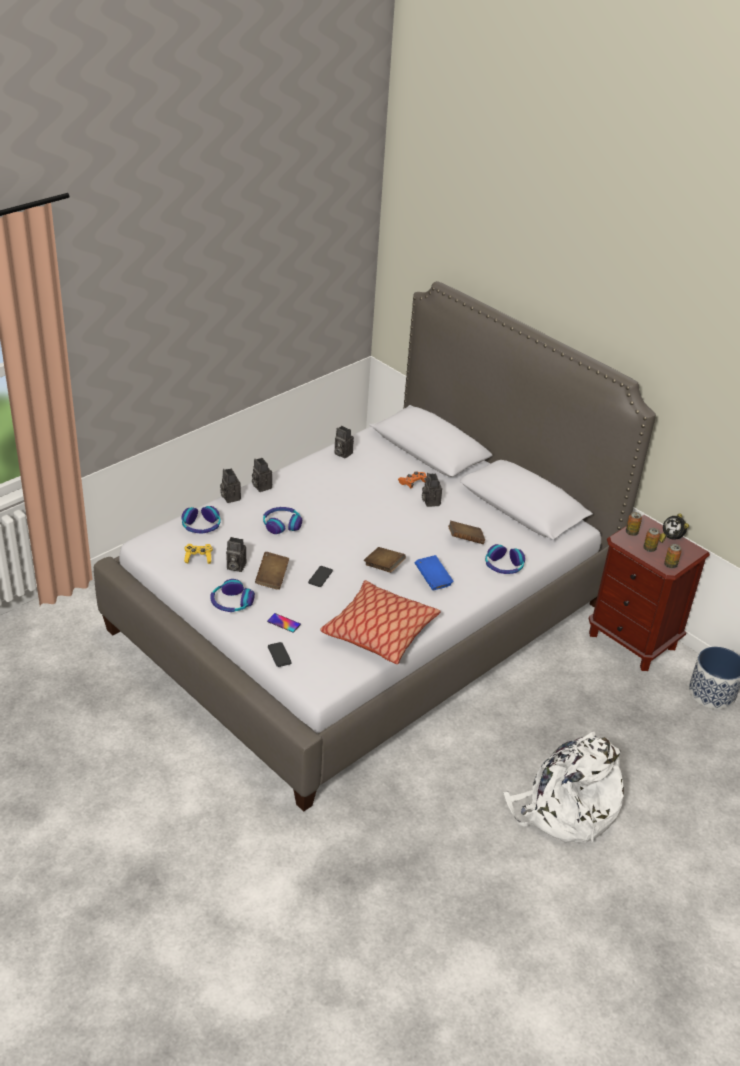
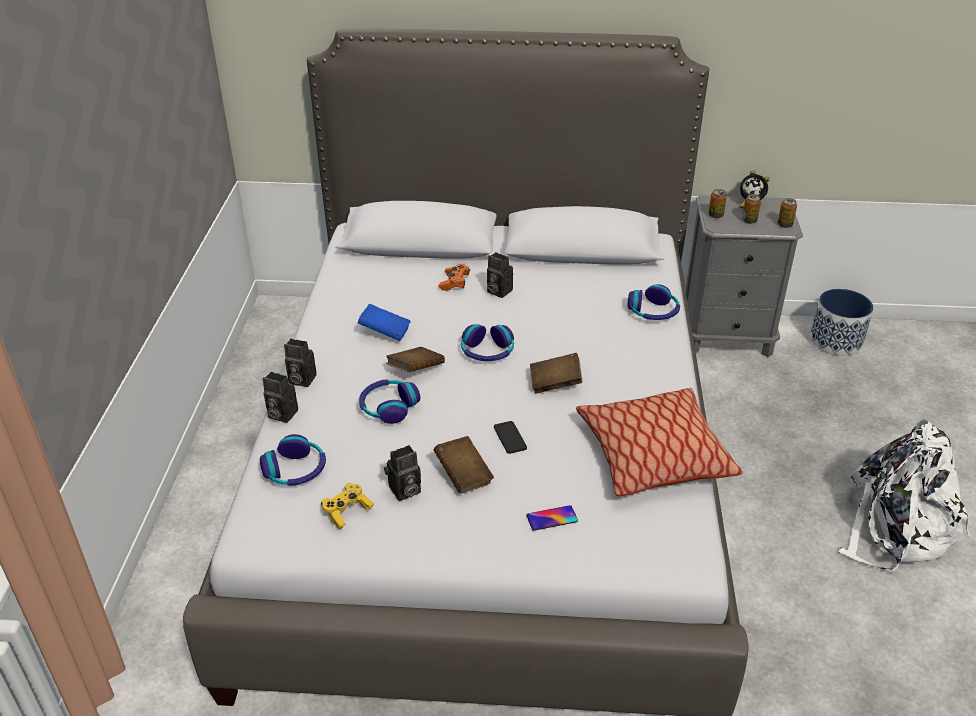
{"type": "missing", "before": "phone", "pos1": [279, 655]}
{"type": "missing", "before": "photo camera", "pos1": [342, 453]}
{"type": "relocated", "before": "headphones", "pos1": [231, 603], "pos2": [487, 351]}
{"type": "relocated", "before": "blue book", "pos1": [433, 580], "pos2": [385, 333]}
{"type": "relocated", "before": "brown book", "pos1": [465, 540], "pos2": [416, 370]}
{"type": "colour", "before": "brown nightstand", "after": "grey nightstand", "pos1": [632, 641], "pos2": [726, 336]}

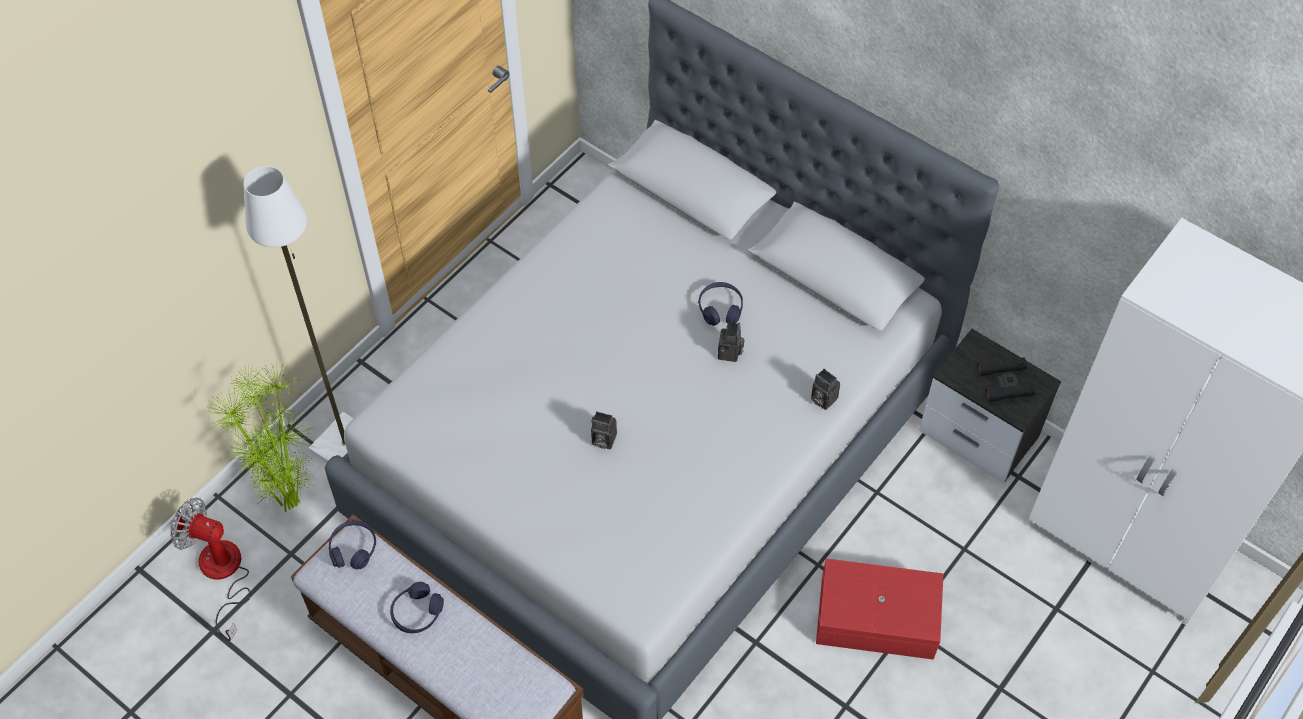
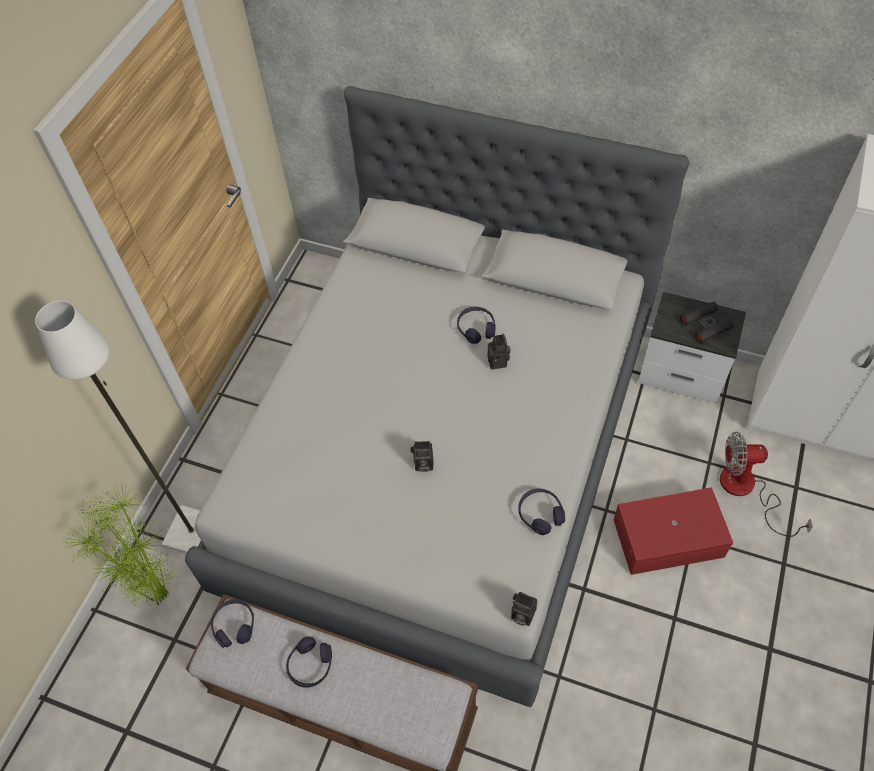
{"type": "appeared", "after": "purple headphones", "pos2": [540, 514]}
{"type": "relocated", "before": "fan", "pos1": [222, 575], "pos2": [746, 490]}
{"type": "relocated", "before": "photo camera", "pos1": [822, 399], "pos2": [521, 614]}

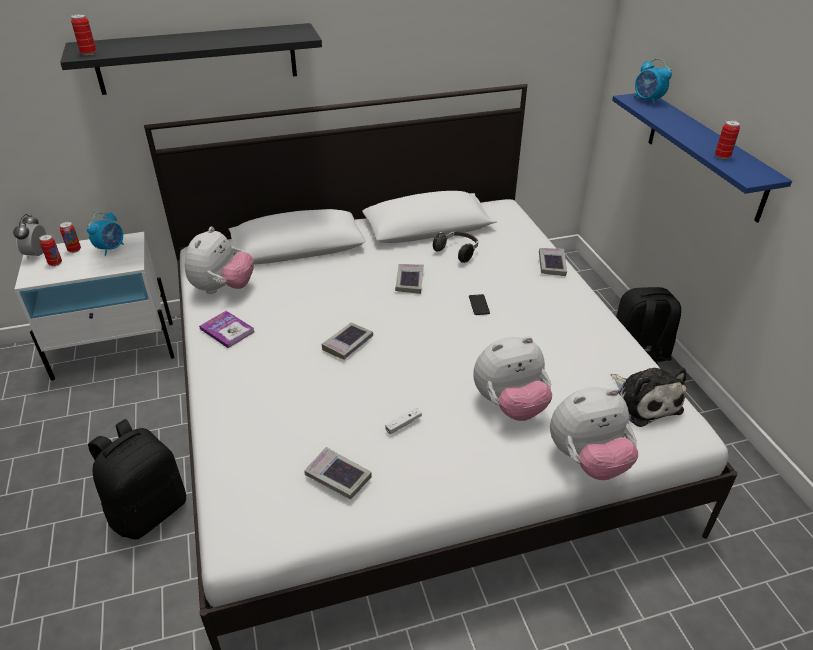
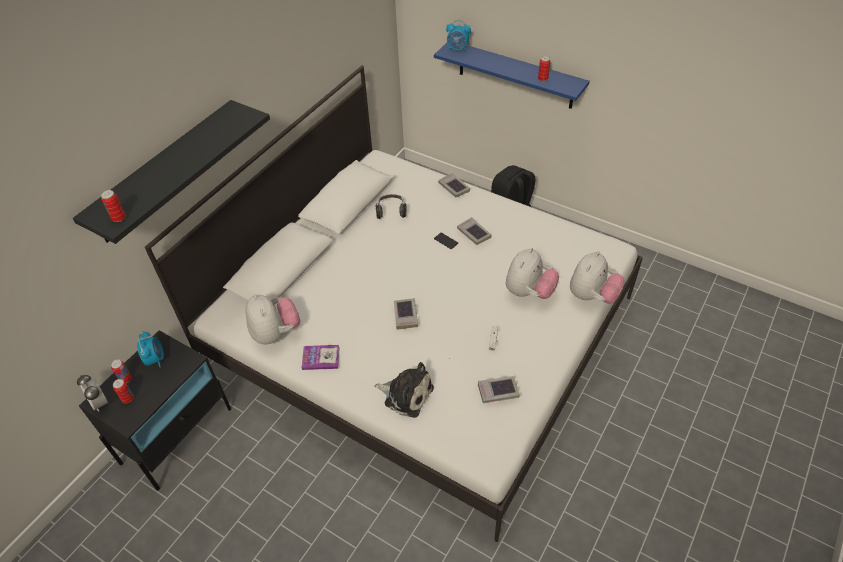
{"type": "missing", "before": "black backpack", "pos1": [149, 510]}
{"type": "relocated", "before": "book", "pos1": [409, 281], "pos2": [473, 233]}
{"type": "relocated", "before": "plush toy", "pos1": [643, 401], "pos2": [406, 394]}
{"type": "colour", "before": "white nightstand", "after": "black nightstand", "pos1": [115, 350], "pos2": [177, 435]}

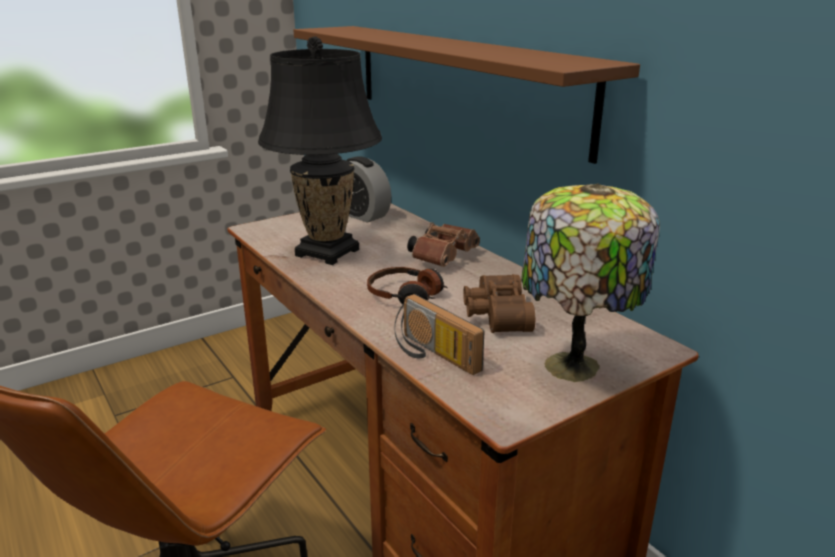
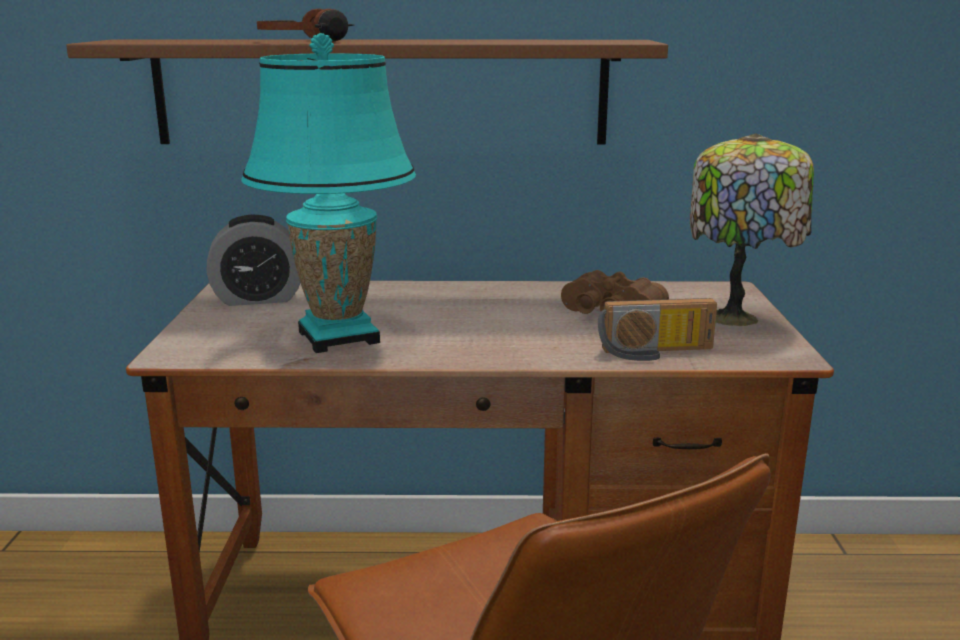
{"type": "missing", "before": "brown binoculars", "pos1": [444, 257]}
{"type": "relocated", "before": "headphones", "pos1": [406, 296], "pos2": [305, 41]}
{"type": "colour", "before": "black table lamp", "after": "turquoise table lamp", "pos1": [326, 252], "pos2": [338, 337]}

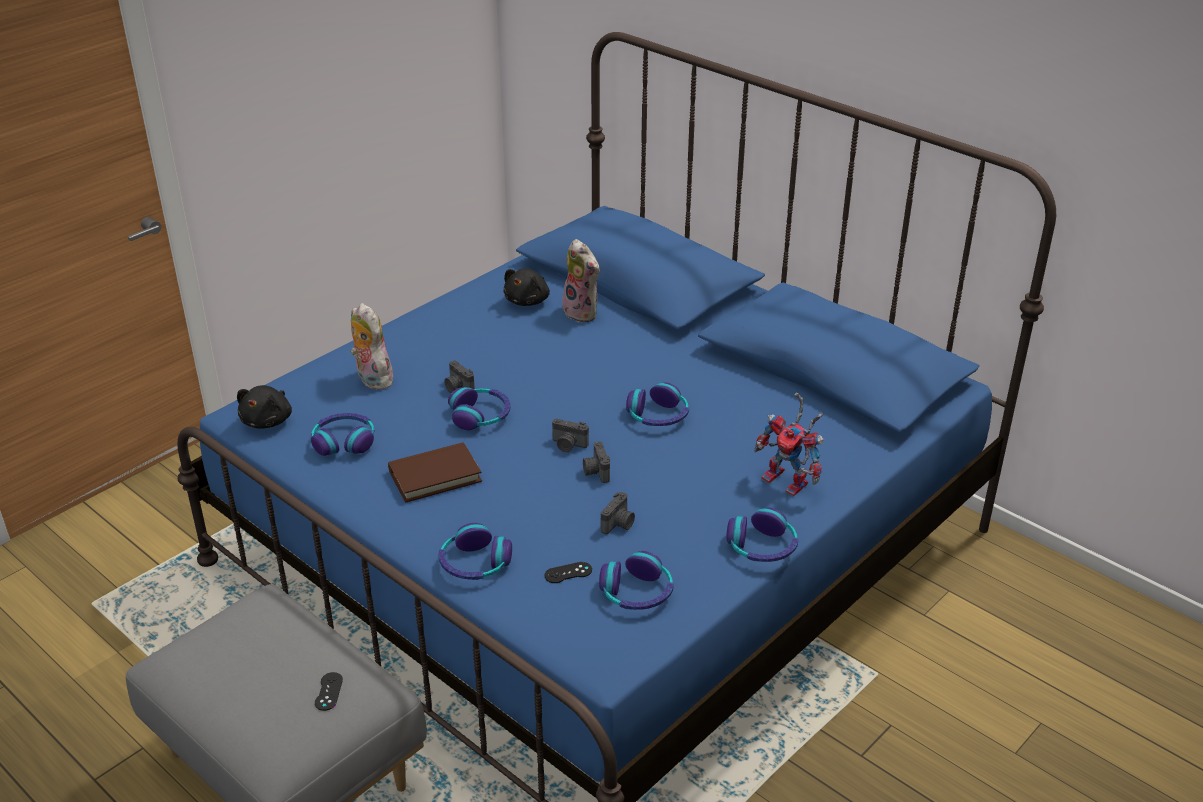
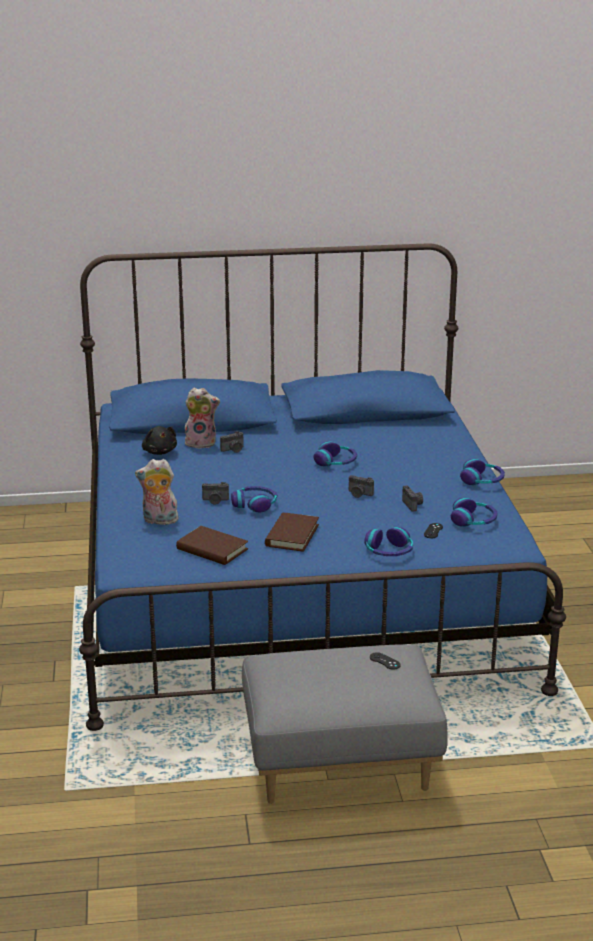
{"type": "missing", "before": "black plush toy", "pos1": [268, 420]}
{"type": "missing", "before": "toy robot", "pos1": [790, 482]}
{"type": "relocated", "before": "photo camera", "pos1": [568, 445], "pos2": [233, 450]}
{"type": "exchanged", "before": "headphones", "after": "brown book", "pos1": [344, 441], "pos2": [212, 549]}

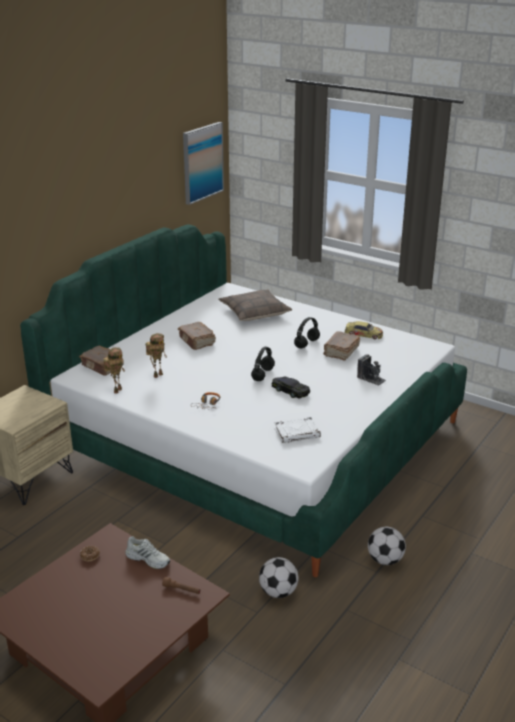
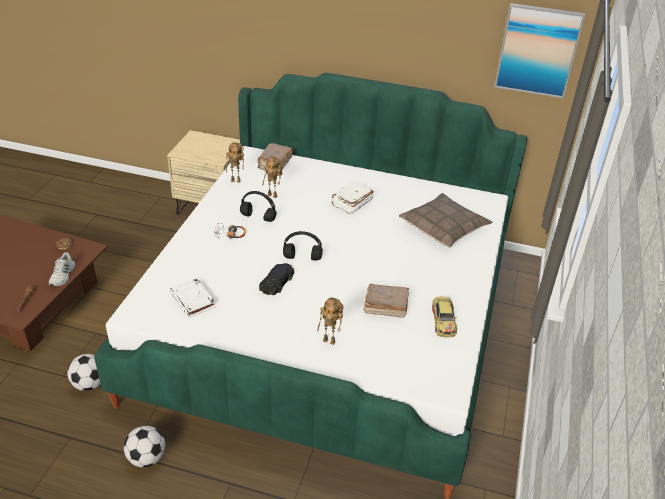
{"type": "relocated", "before": "black headphones", "pos1": [307, 344], "pos2": [257, 217]}
{"type": "exchanged", "before": "photo camera", "after": "toy robot", "pos1": [371, 379], "pos2": [330, 341]}
{"type": "colour", "before": "brown book", "after": "white book", "pos1": [197, 341], "pos2": [351, 203]}

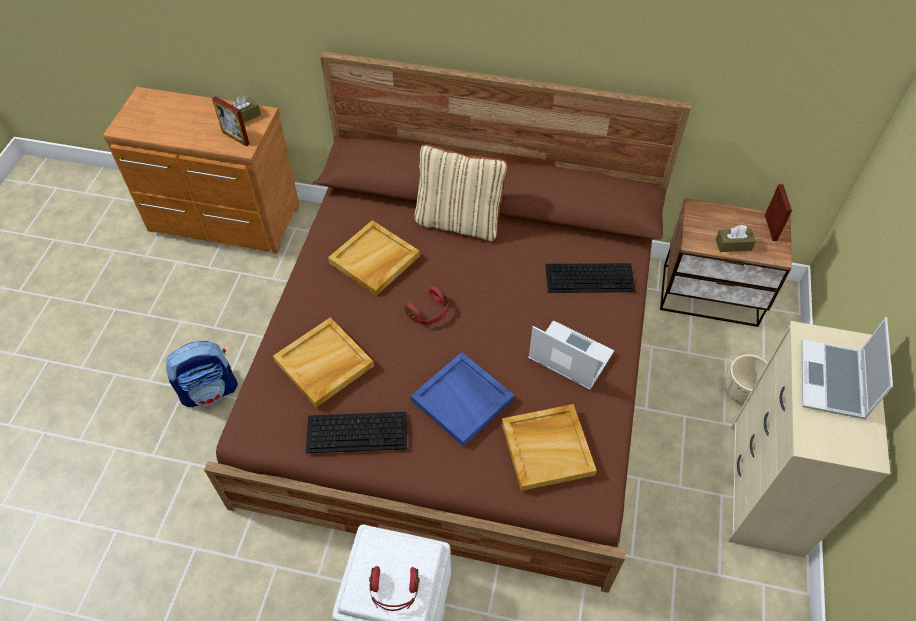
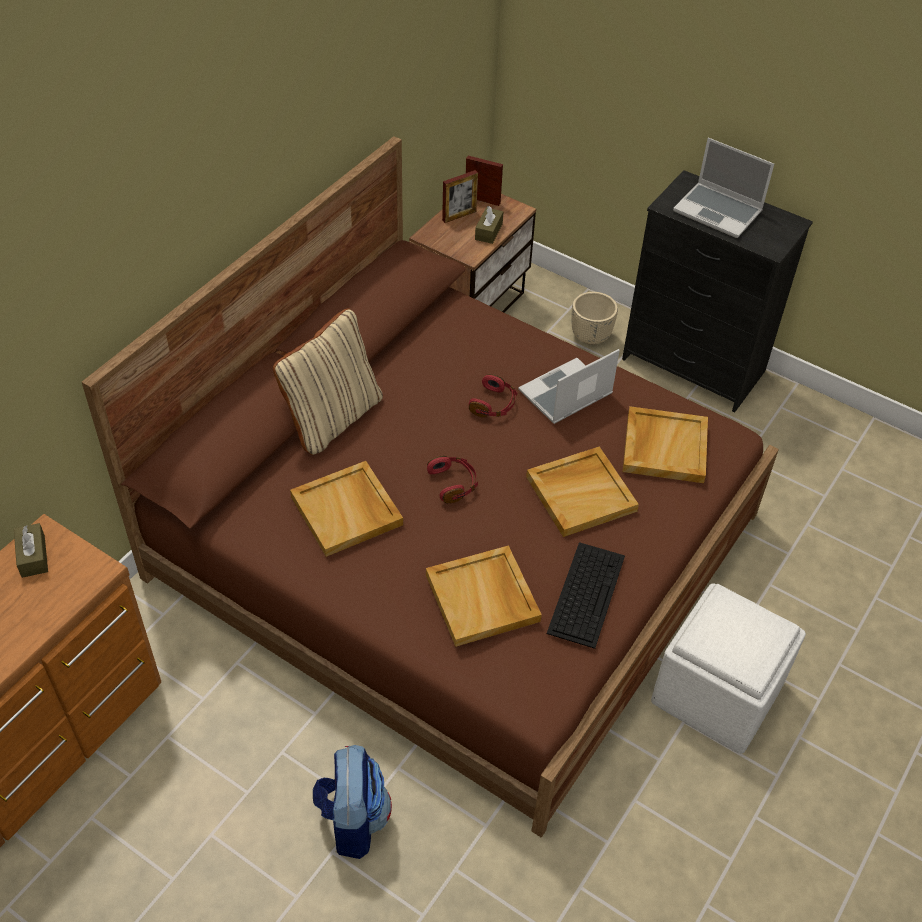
{"type": "missing", "before": "keyboard", "pos1": [590, 277]}
{"type": "relocated", "before": "picture frame", "pos1": [235, 138], "pos2": [459, 216]}
{"type": "relocated", "before": "red headphones", "pos1": [394, 591], "pos2": [494, 404]}
{"type": "colour", "before": "blue tray", "after": "beige tray", "pos1": [463, 400], "pos2": [581, 493]}
{"type": "colour", "before": "beige dresser", "after": "black dresser", "pos1": [764, 488], "pos2": [693, 365]}

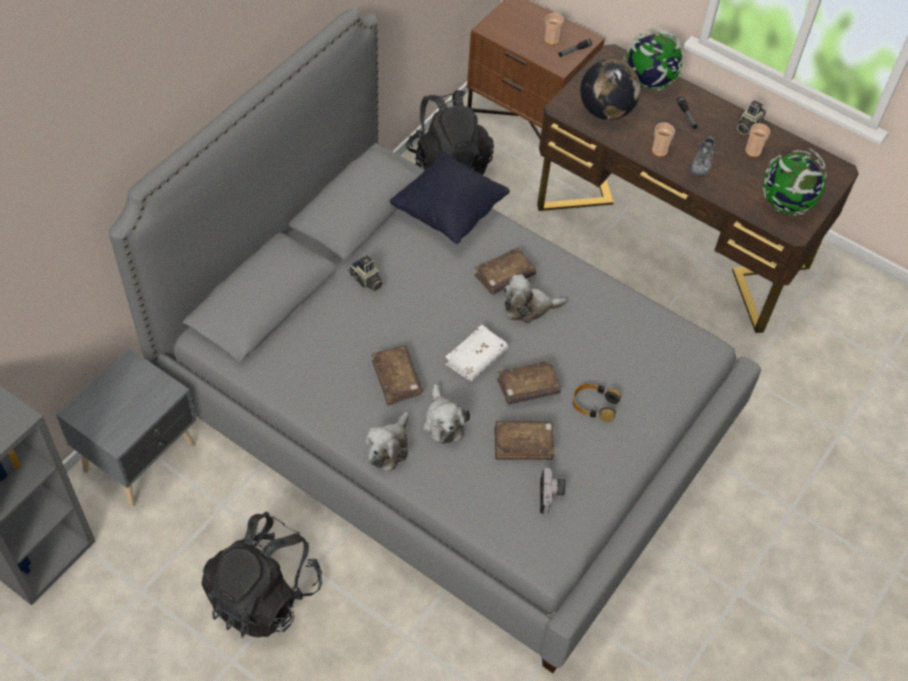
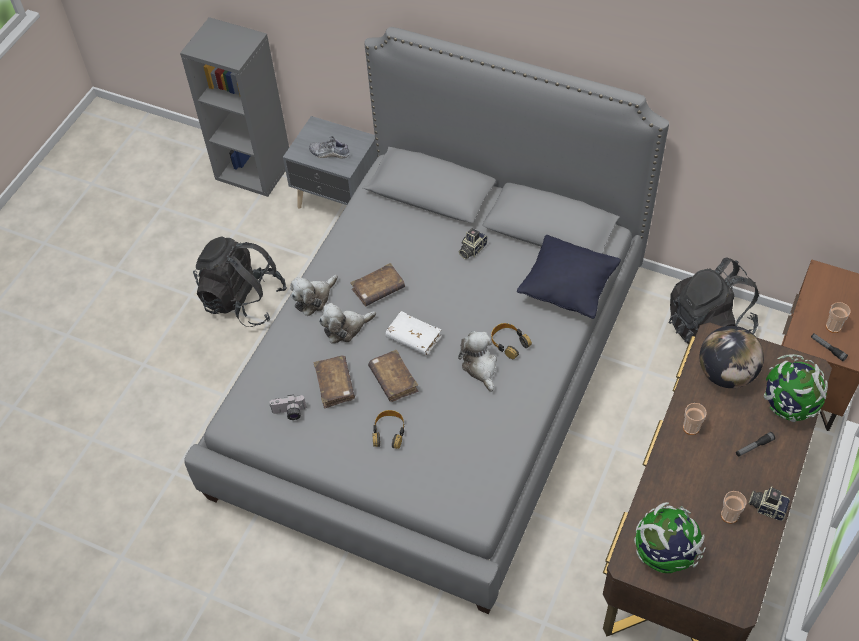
{"type": "relocated", "before": "shoe", "pos1": [701, 162], "pos2": [329, 153]}
{"type": "exchanged", "before": "brown book", "after": "headphones", "pos1": [504, 276], "pos2": [509, 343]}
{"type": "spun", "before": "plush toy", "pos1": [389, 447], "pos2": [314, 298], "turn": -60}

